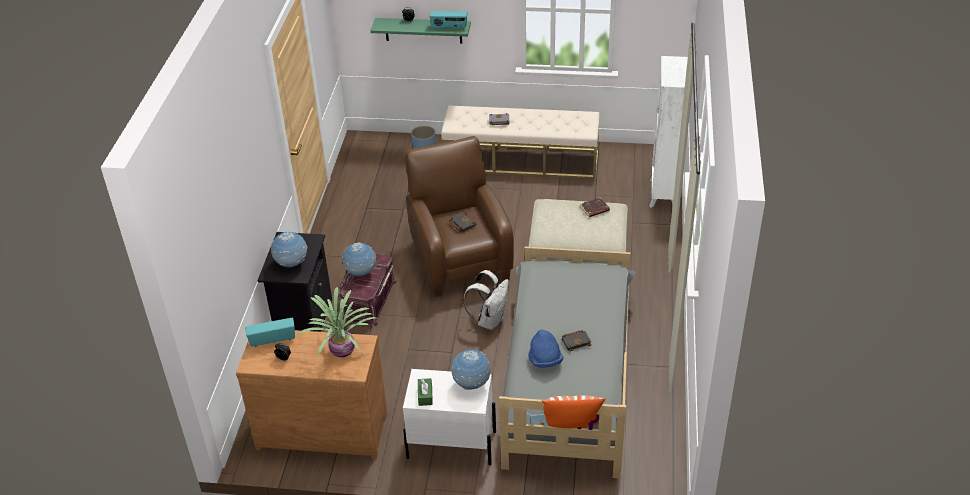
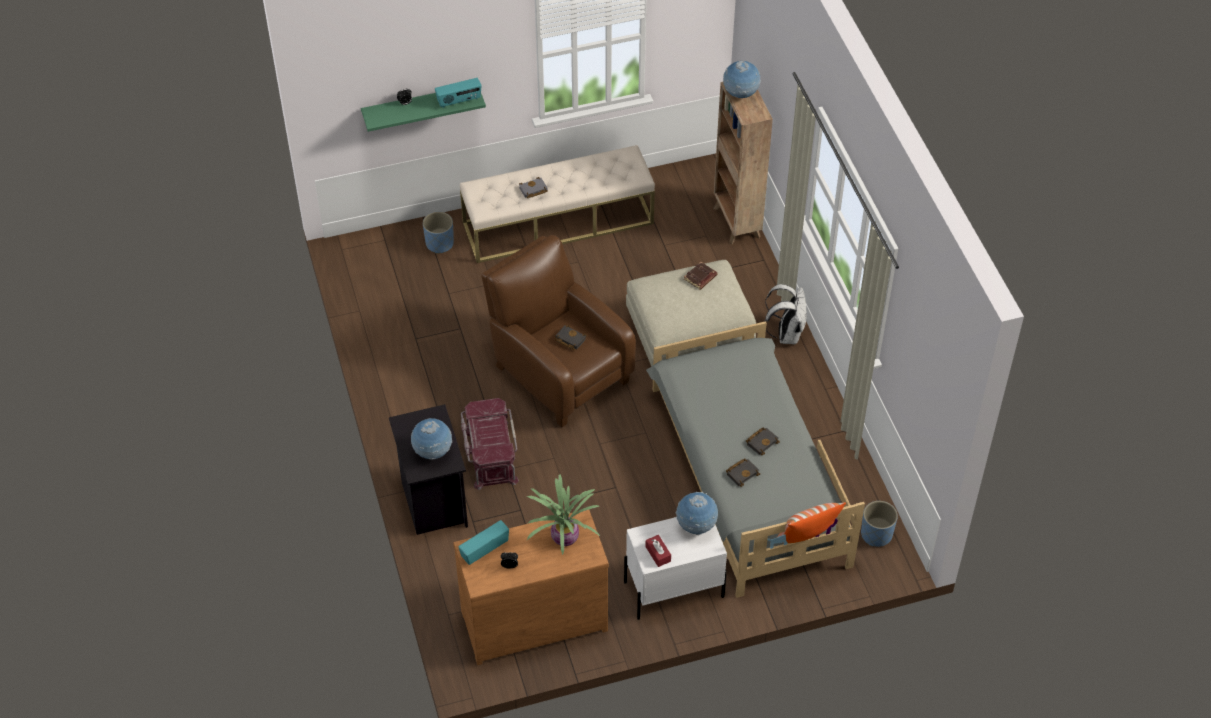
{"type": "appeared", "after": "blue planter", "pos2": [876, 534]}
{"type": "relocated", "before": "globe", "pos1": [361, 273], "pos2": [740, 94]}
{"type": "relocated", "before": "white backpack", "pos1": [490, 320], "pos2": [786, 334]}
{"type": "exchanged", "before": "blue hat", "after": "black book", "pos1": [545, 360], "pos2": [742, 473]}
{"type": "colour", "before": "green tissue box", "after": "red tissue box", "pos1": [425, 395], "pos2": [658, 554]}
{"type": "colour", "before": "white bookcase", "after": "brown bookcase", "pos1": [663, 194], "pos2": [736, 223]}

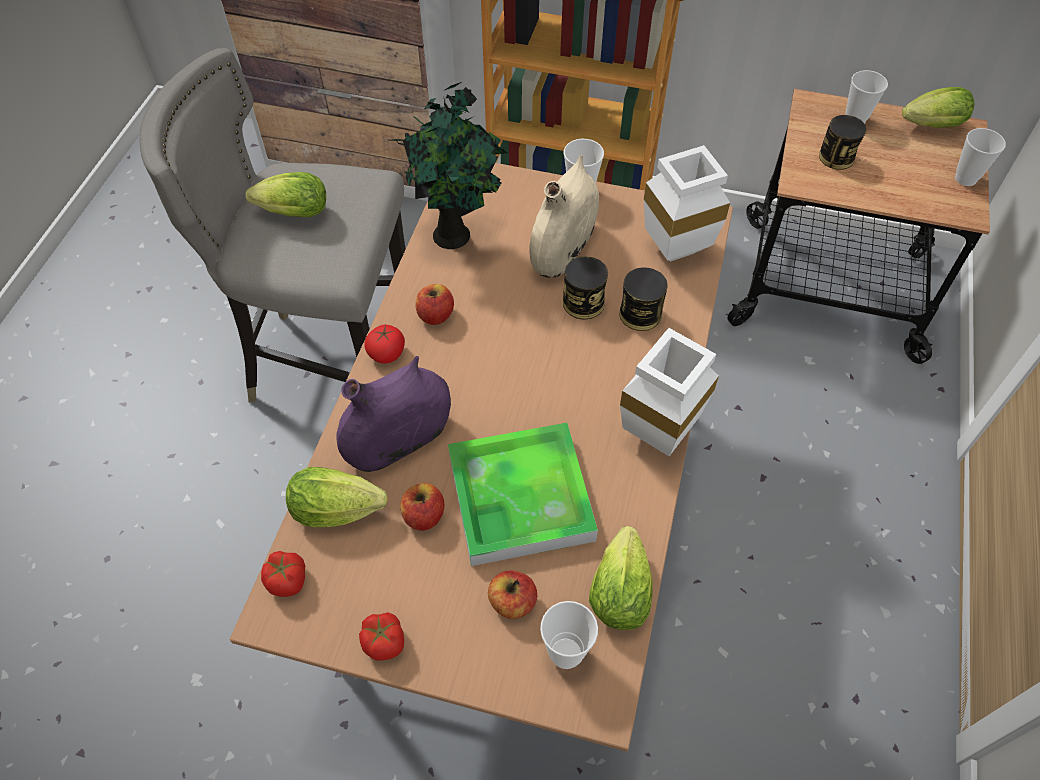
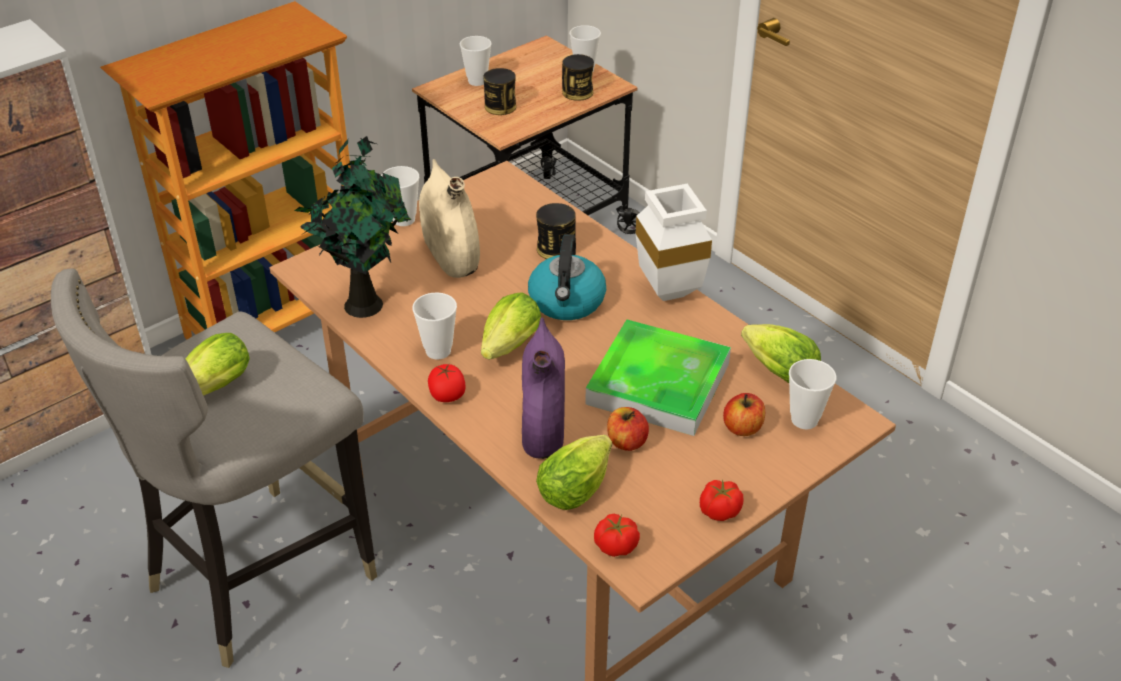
{"type": "missing", "before": "white vase", "pos1": [673, 253]}
{"type": "appeared", "after": "kettle", "pos2": [567, 302]}
{"type": "relocated", "before": "can", "pos1": [583, 303], "pos2": [577, 92]}
{"type": "relocated", "before": "lettuce", "pos1": [929, 126], "pos2": [507, 349]}
{"type": "exchanged", "before": "apple", "after": "cup", "pos1": [435, 315], "pos2": [438, 351]}

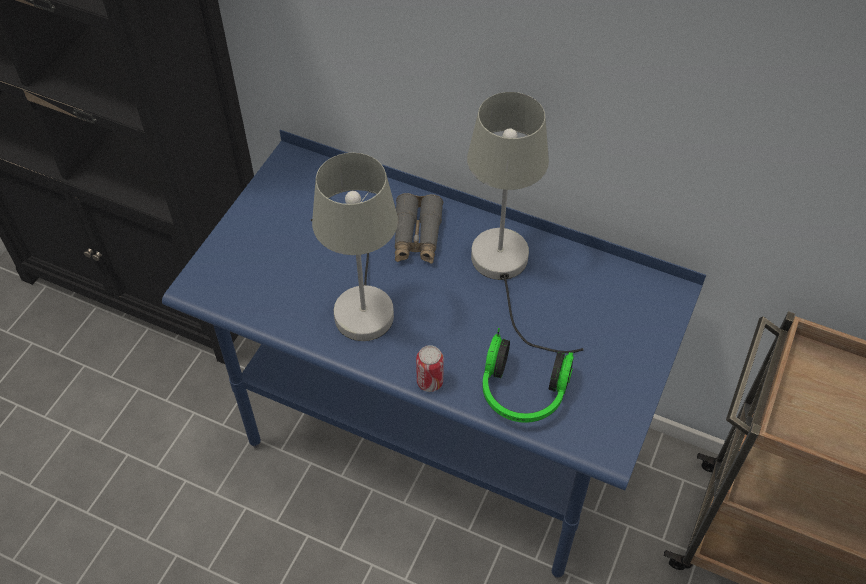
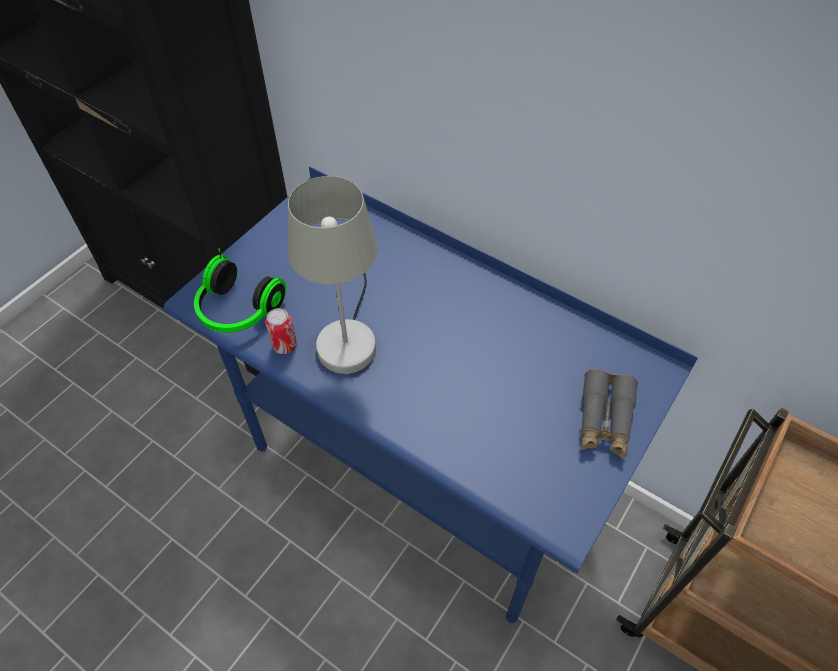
{"type": "missing", "before": "grey table lamp", "pos1": [506, 271]}
{"type": "relocated", "before": "grey binoculars", "pos1": [417, 237], "pos2": [604, 420]}
{"type": "relocated", "before": "can", "pos1": [430, 382], "pos2": [284, 345]}
{"type": "relocated", "before": "headphones", "pos1": [522, 393], "pos2": [237, 311]}

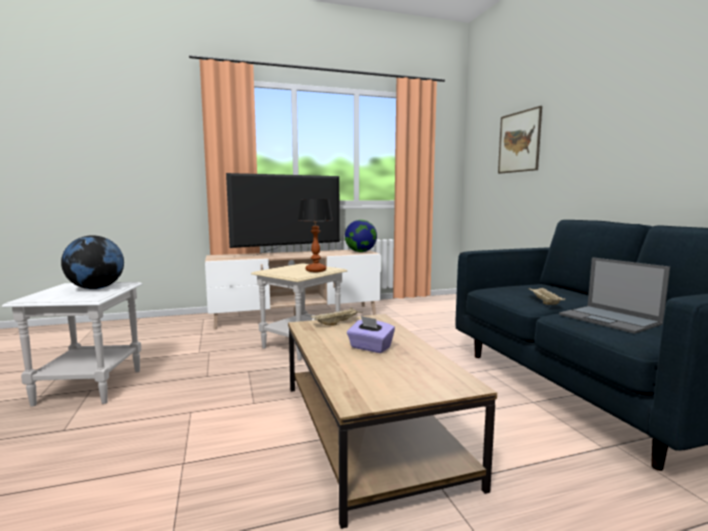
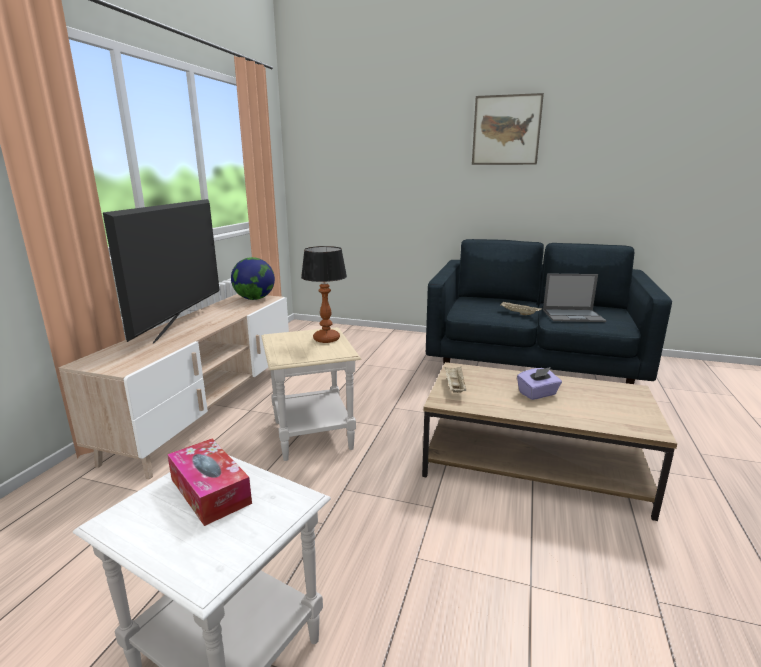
{"type": "relocated", "before": "picture", "pos1": [519, 142], "pos2": [506, 130]}
{"type": "exchanged", "before": "globe", "after": "tissue box", "pos1": [96, 288], "pos2": [210, 491]}

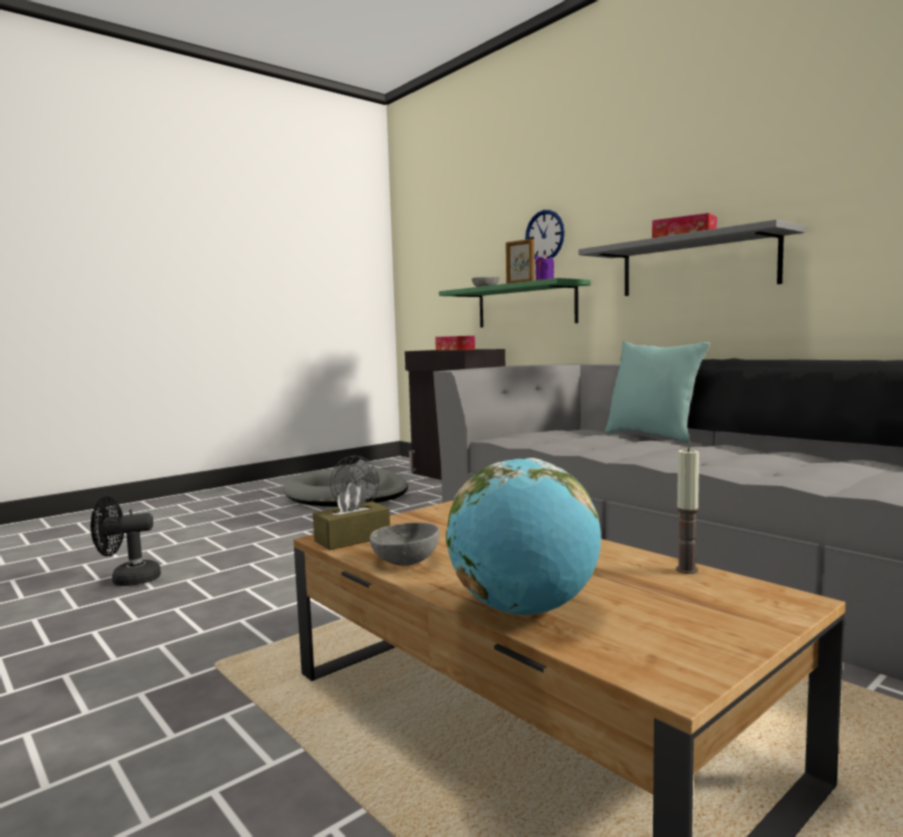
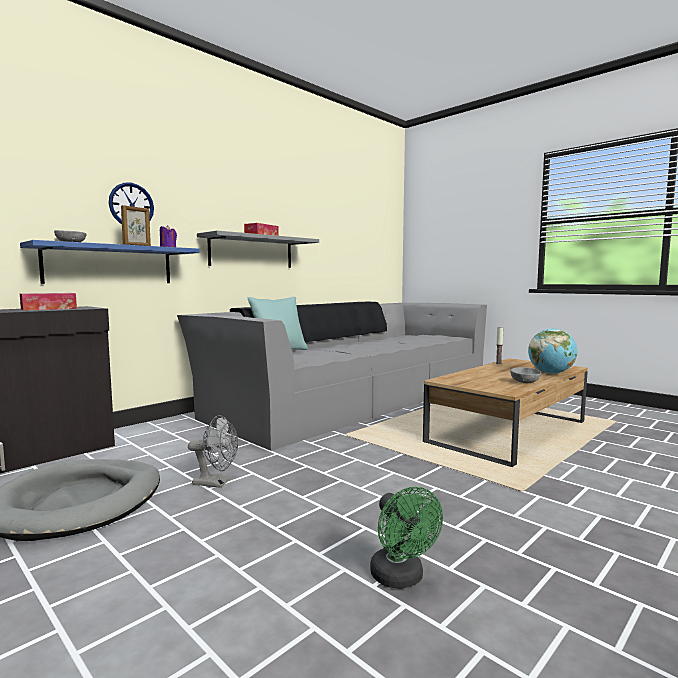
{"type": "missing", "before": "brown tissue box", "pos1": [352, 539]}
{"type": "colour", "before": "black fan", "after": "green fan", "pos1": [128, 580], "pos2": [401, 579]}
{"type": "colour", "before": "green shelf", "after": "blue shelf", "pos1": [525, 306], "pos2": [109, 265]}

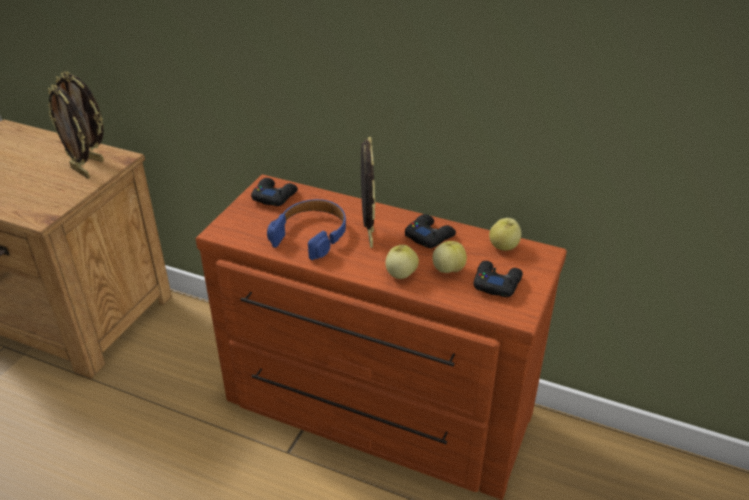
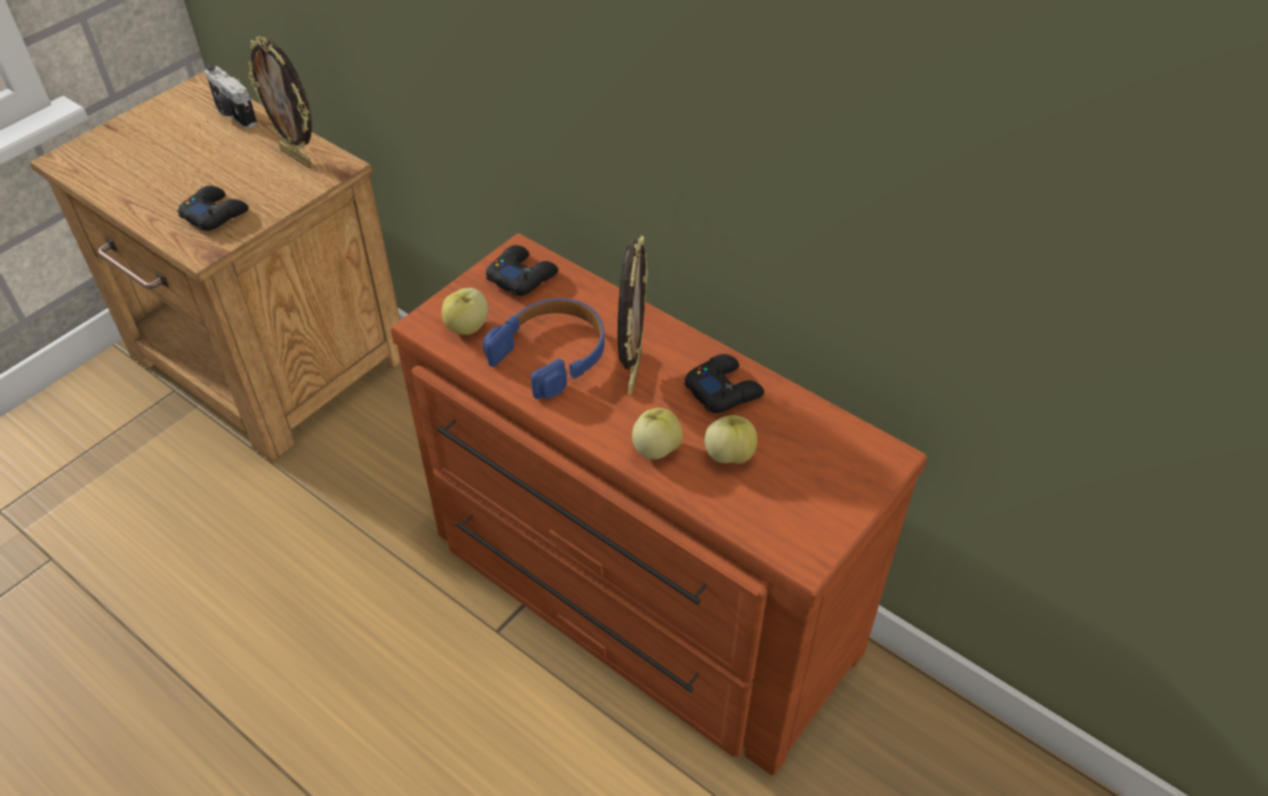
{"type": "missing", "before": "picture frame", "pos1": [81, 172]}
{"type": "appeared", "after": "photo camera", "pos2": [234, 114]}
{"type": "relocated", "before": "black game controller", "pos1": [496, 283], "pos2": [215, 214]}
{"type": "relocated", "before": "apple", "pos1": [504, 246], "pos2": [467, 327]}

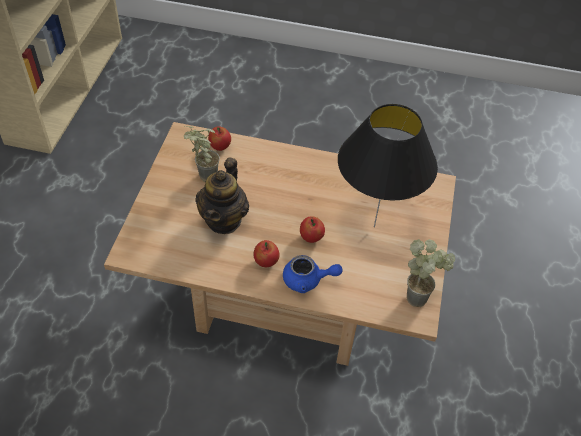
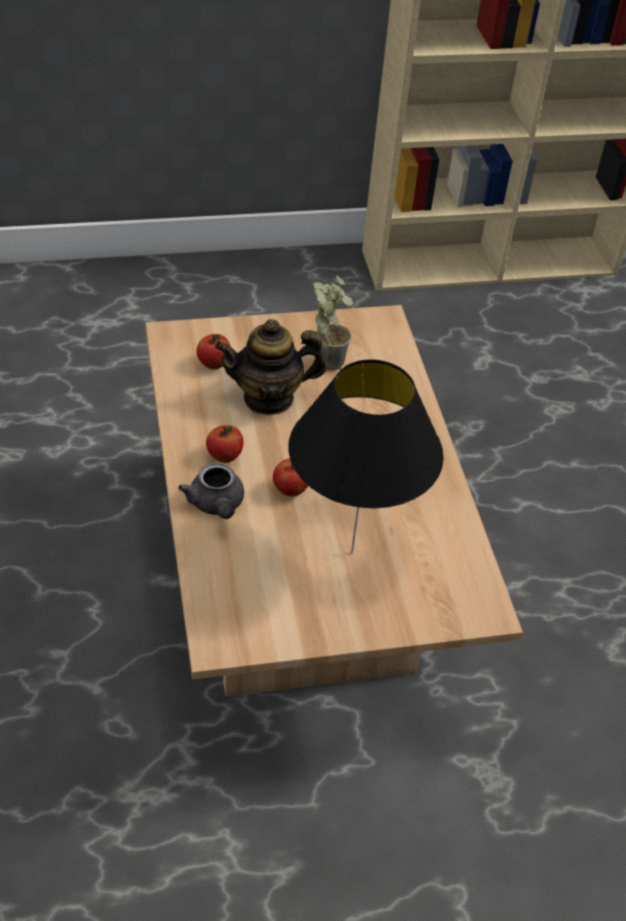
{"type": "missing", "before": "potted plant", "pos1": [421, 295]}
{"type": "relocated", "before": "apple", "pos1": [220, 147], "pos2": [213, 364]}
{"type": "colour", "before": "blue teapot", "after": "grey teapot", "pos1": [307, 280], "pos2": [216, 505]}

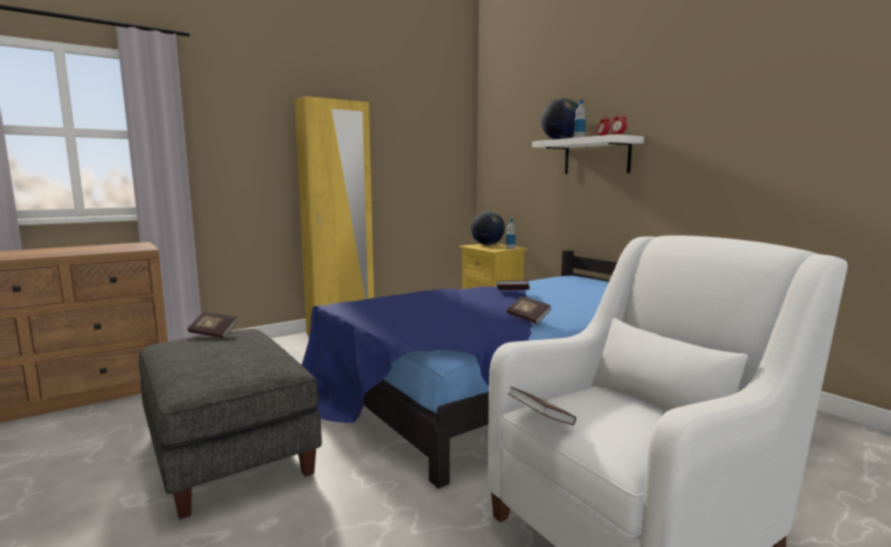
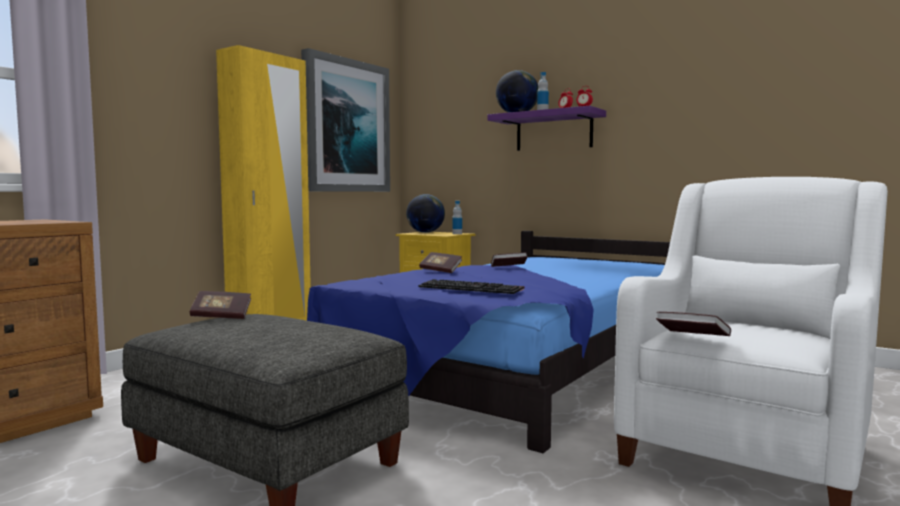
{"type": "appeared", "after": "picture", "pos2": [345, 126]}
{"type": "appeared", "after": "keyboard", "pos2": [472, 288]}
{"type": "relocated", "before": "book", "pos1": [528, 318], "pos2": [440, 271]}
{"type": "colour", "before": "white shelf", "after": "purple shelf", "pos1": [596, 156], "pos2": [554, 131]}

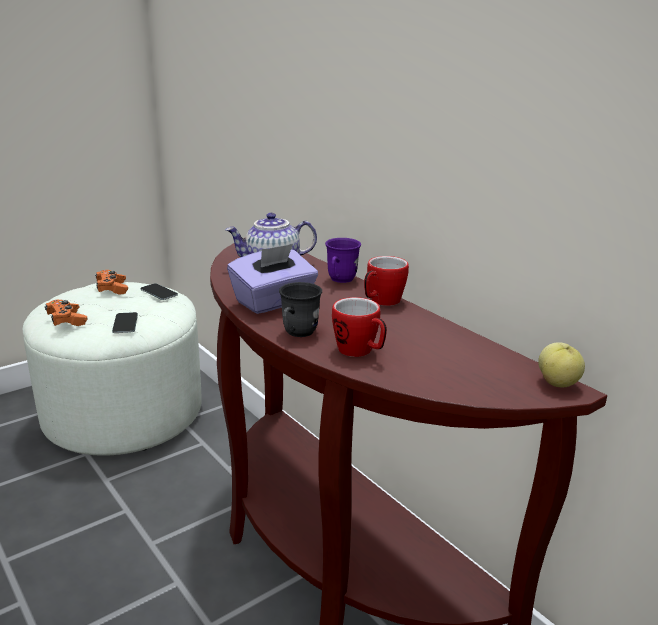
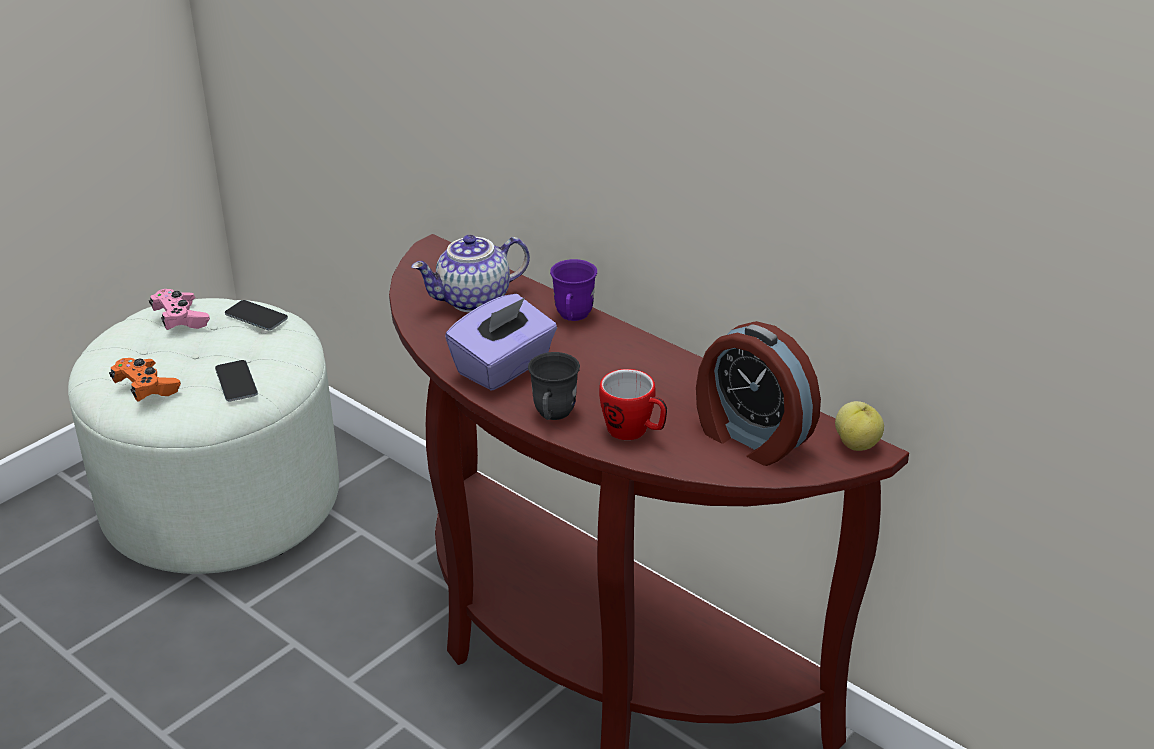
{"type": "missing", "before": "mug", "pos1": [381, 302]}
{"type": "appeared", "after": "alarm clock", "pos2": [751, 437]}
{"type": "colour", "before": "orange game controller", "after": "pink game controller", "pos1": [112, 289], "pos2": [180, 319]}

